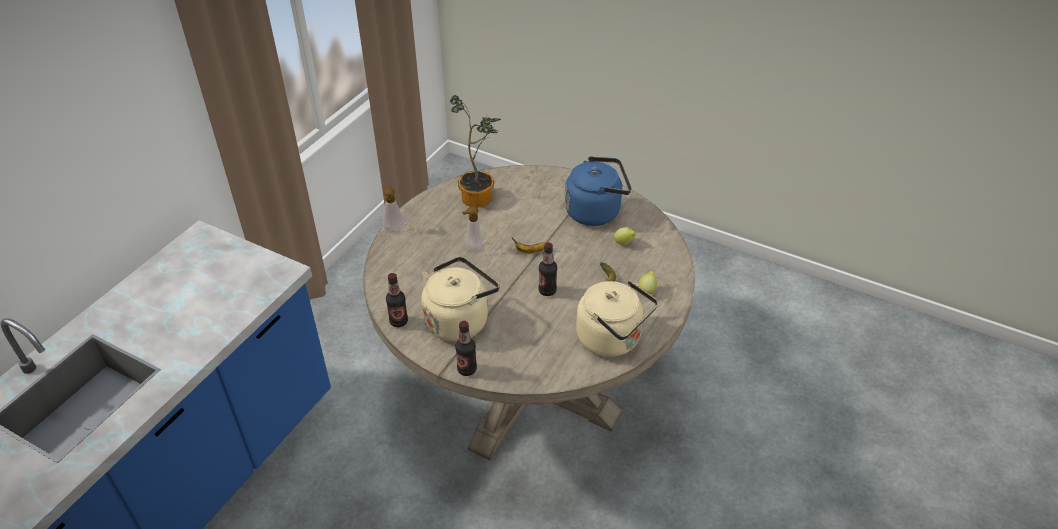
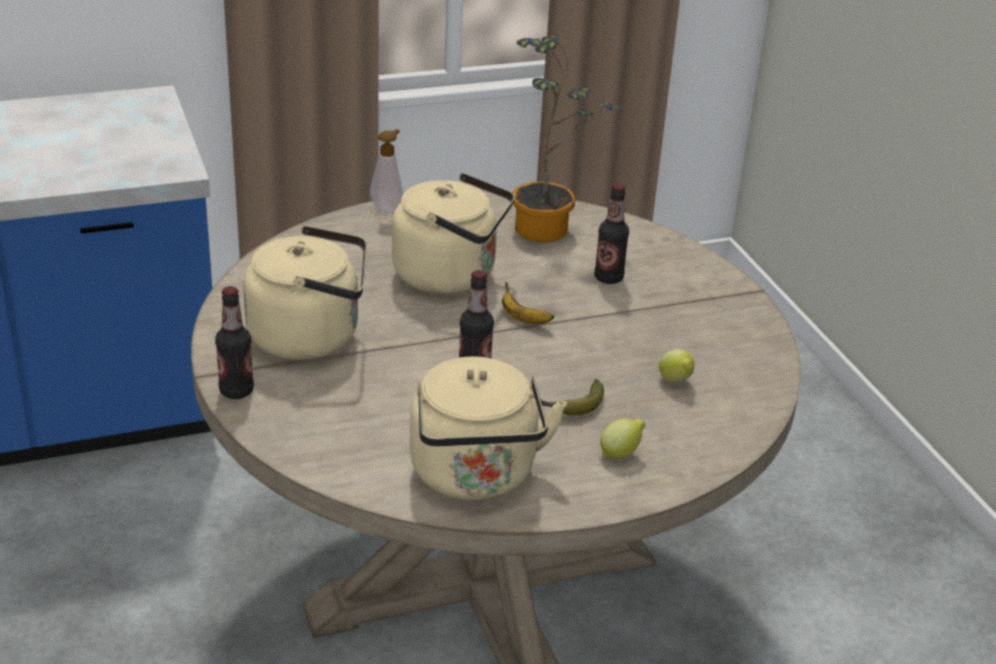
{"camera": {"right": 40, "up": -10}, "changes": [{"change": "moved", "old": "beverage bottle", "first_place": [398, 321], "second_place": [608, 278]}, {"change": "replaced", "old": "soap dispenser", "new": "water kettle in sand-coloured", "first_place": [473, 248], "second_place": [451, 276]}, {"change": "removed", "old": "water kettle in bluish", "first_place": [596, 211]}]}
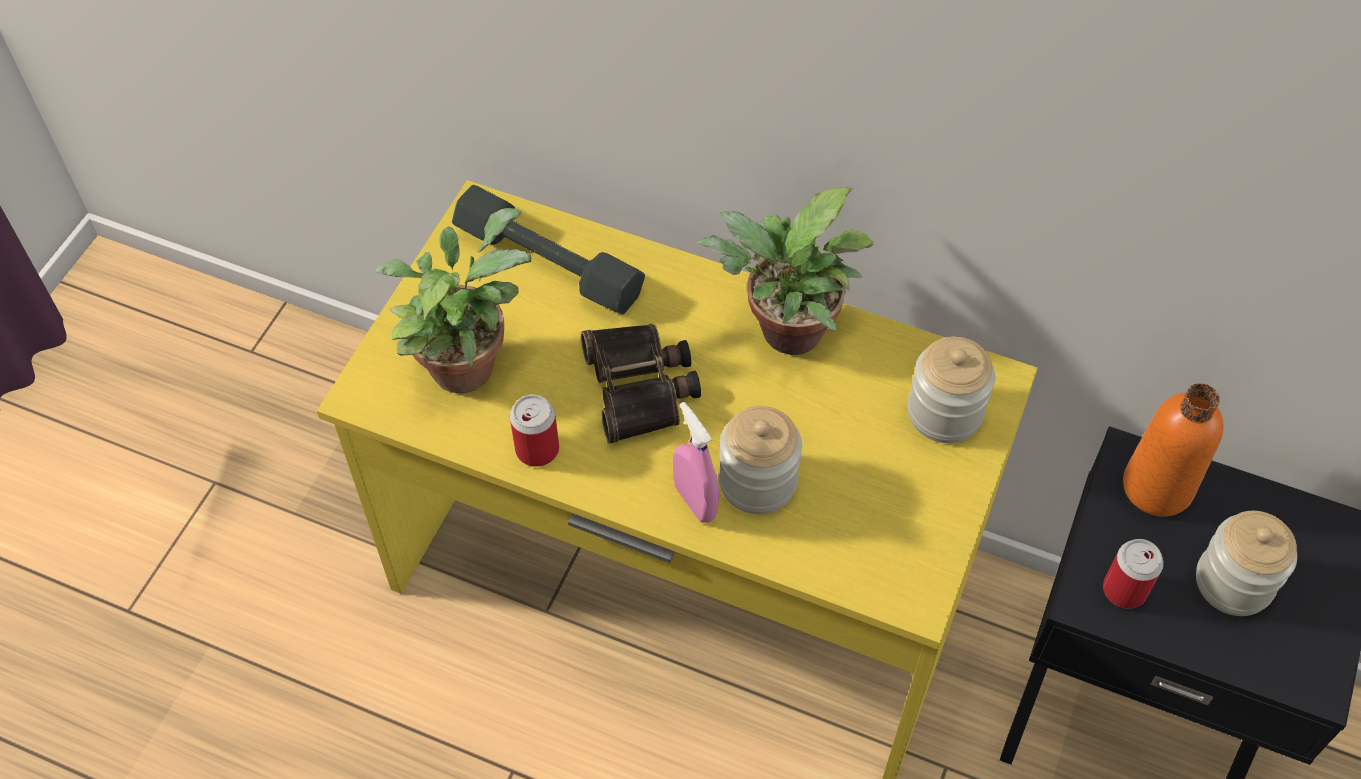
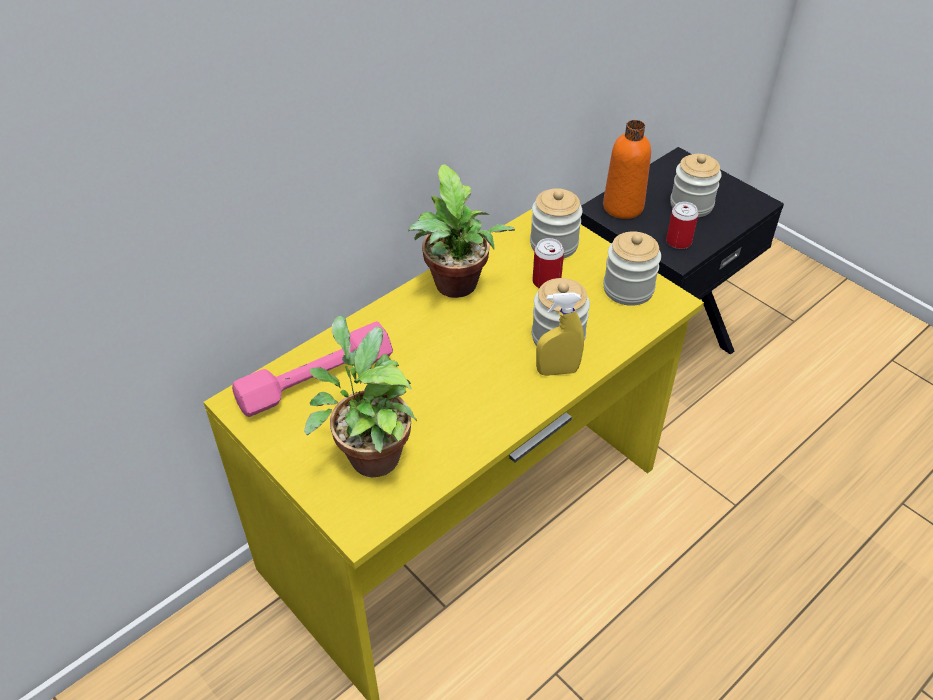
{"camera": {"right": -65, "up": -10}, "changes": [{"change": "recoloured", "old": "dumbbell in grey", "new": "dumbbell in pinkish", "first_place": [548, 263], "second_place": [316, 380]}, {"change": "moved", "old": "metal can", "first_place": [537, 449], "second_place": [546, 282]}, {"change": "removed", "old": "field glasses", "first_place": [641, 387]}, {"change": "recoloured", "old": "spray bottle in pinkish", "new": "spray bottle in yellowish", "first_place": [695, 501], "second_place": [557, 371]}, {"change": "added", "new": "preserve jar", "second_place": [628, 289]}]}
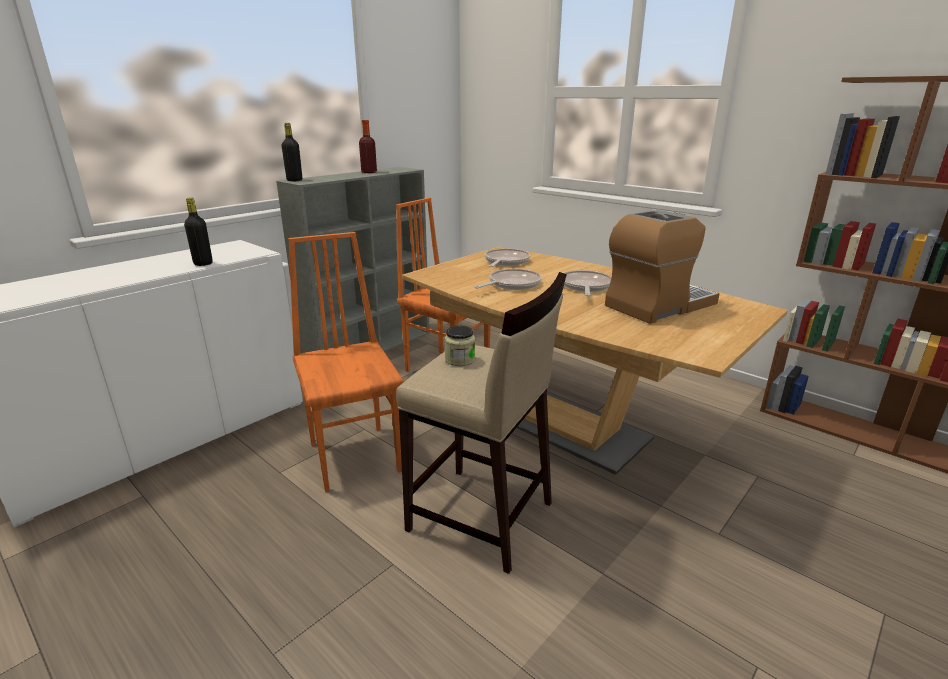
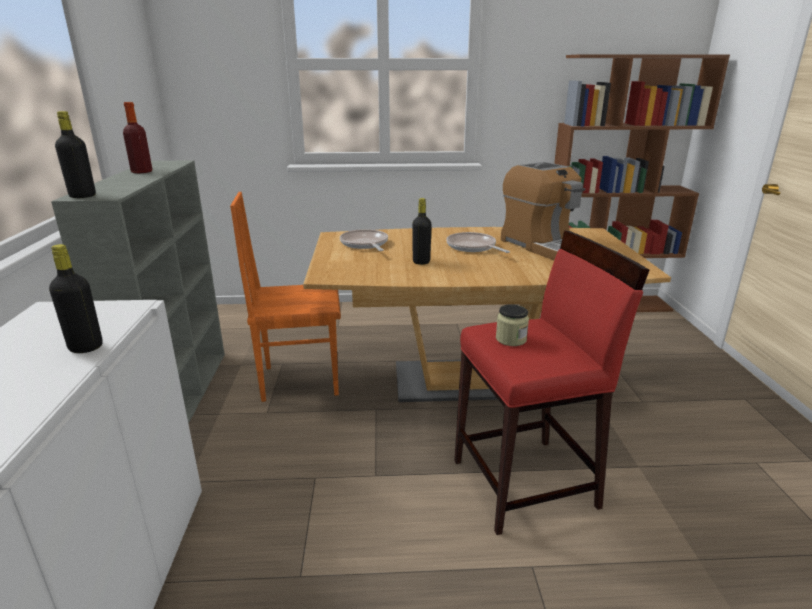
{"camera": {"right": -45, "up": 0}, "changes": [{"change": "removed", "old": "chair in orangey", "first_place": [356, 456]}, {"change": "recoloured", "old": "sitting stool in sand-coloured", "new": "sitting stool in red", "first_place": [481, 517], "second_place": [526, 484]}, {"change": "replaced", "old": "pan", "new": "beverage bottle in black", "first_place": [512, 284], "second_place": [421, 262]}, {"change": "turned", "old": "coffee maker", "first_place": [659, 305], "second_place": [545, 246], "degrees": 135}]}
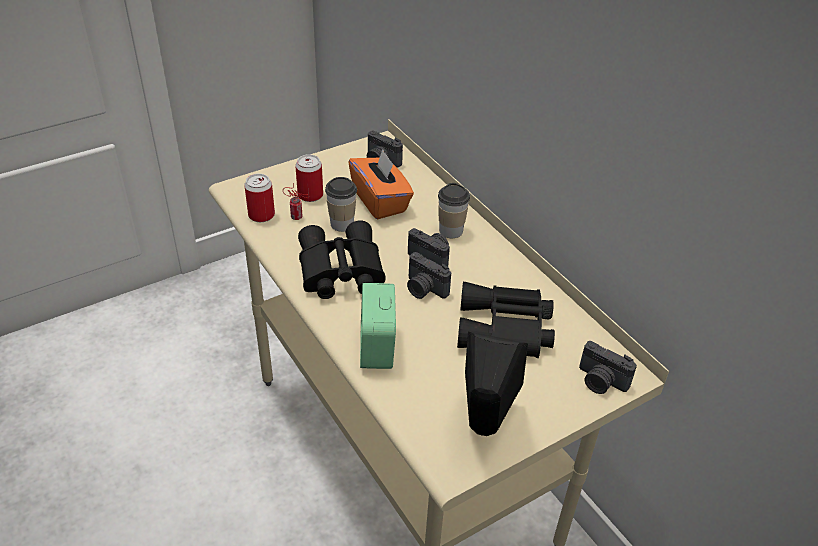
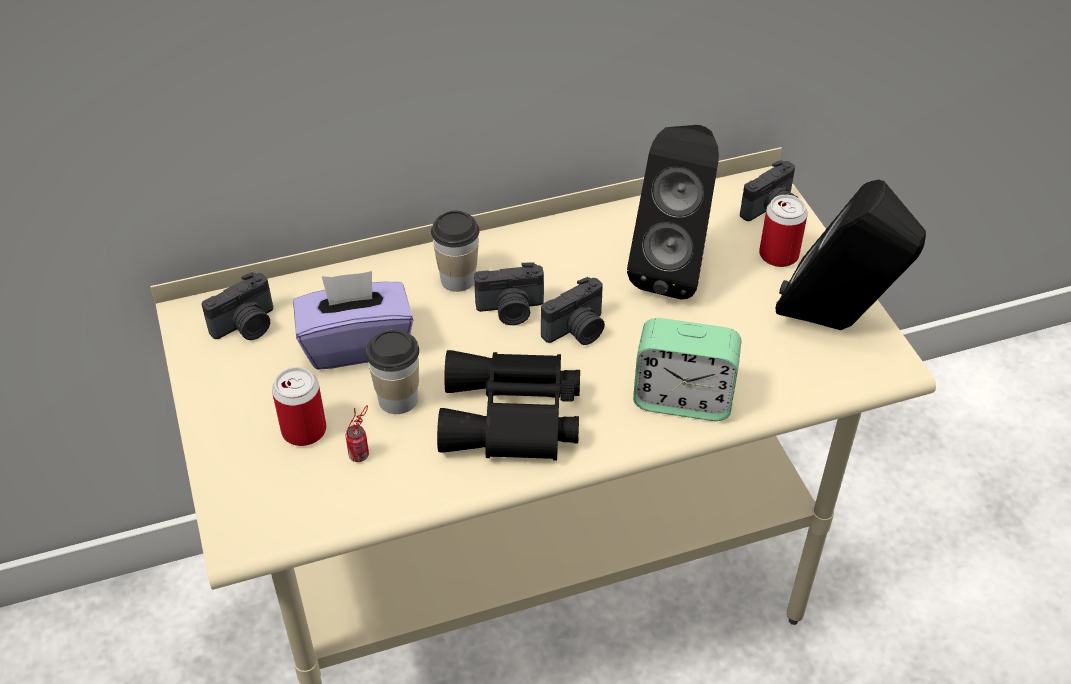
{"camera": {"right": -75, "up": 5}, "changes": [{"change": "moved", "old": "metal can", "first_place": [261, 215], "second_place": [778, 255]}, {"change": "recoloured", "old": "tissue holder in orangey", "new": "tissue holder in purplish", "first_place": [380, 201], "second_place": [356, 344]}, {"change": "turned", "old": "photo camera", "first_place": [431, 257], "second_place": [511, 310], "degrees": -150}, {"change": "replaced", "old": "field glasses in black", "new": "speaker in black", "first_place": [506, 330], "second_place": [673, 268]}]}
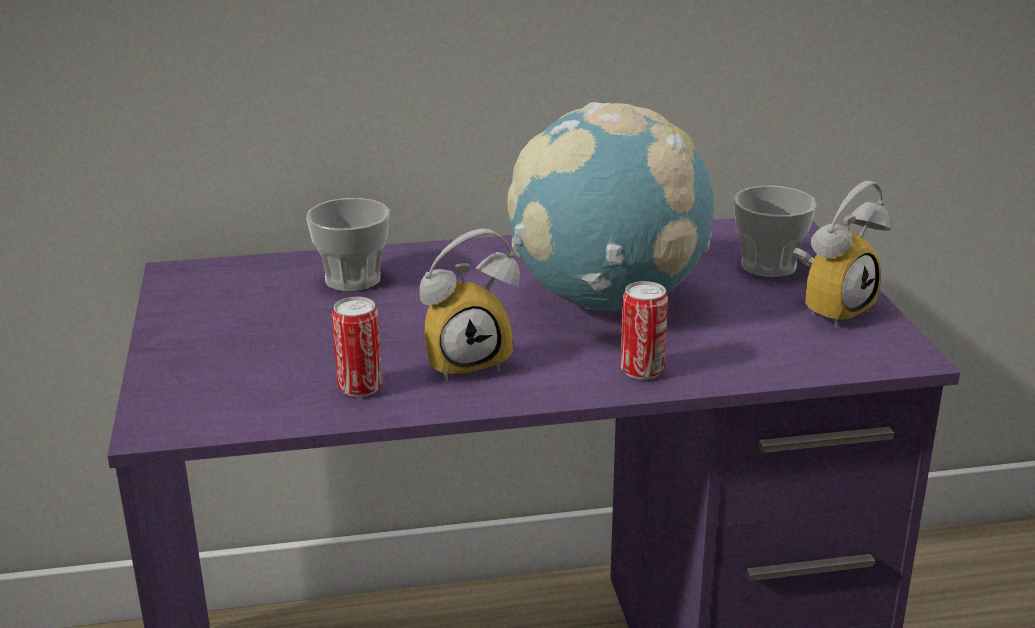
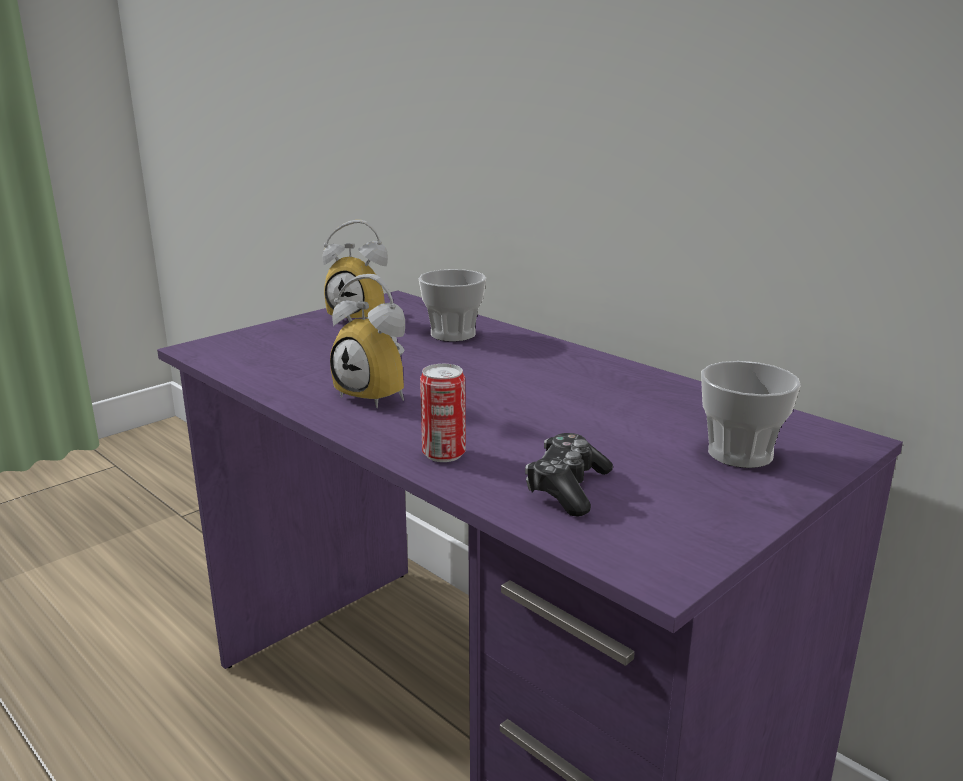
{"camera": {"right": 55, "up": -5}, "changes": [{"change": "removed", "old": "metal can", "first_place": [360, 388]}, {"change": "removed", "old": "globe", "first_place": [608, 300]}, {"change": "moved", "old": "table clock", "first_place": [831, 308], "second_place": [362, 317]}, {"change": "added", "new": "game controller", "second_place": [567, 488]}]}
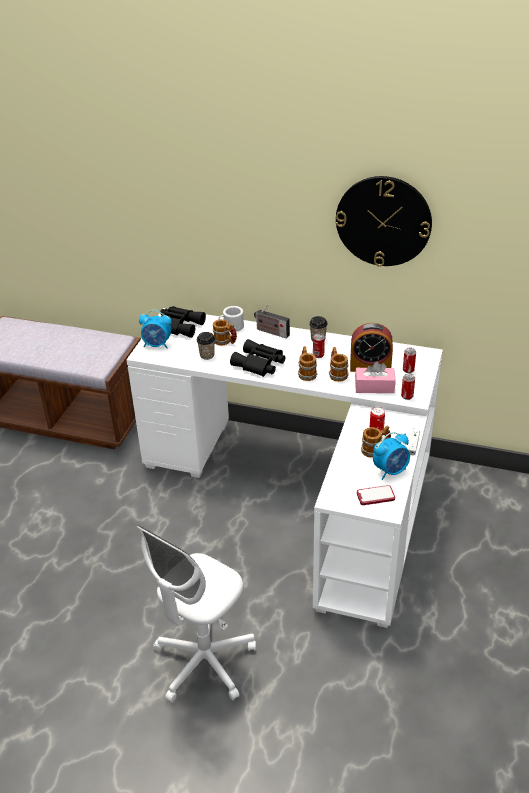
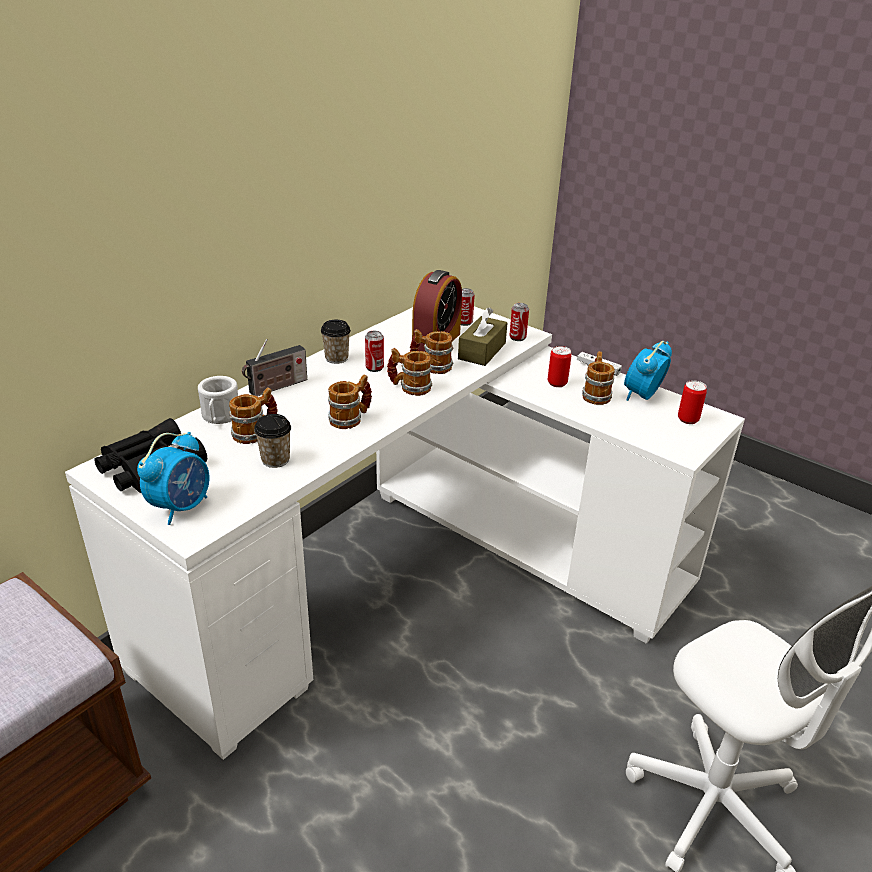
{"camera": {"right": -70, "up": -5}, "changes": [{"change": "replaced", "old": "field glasses in black", "new": "tea mug", "first_place": [259, 364], "second_place": [351, 418]}, {"change": "removed", "old": "hanging clock", "first_place": [383, 221]}, {"change": "recoloured", "old": "tissue holder in pinkish", "new": "tissue holder in brown", "first_place": [374, 387], "second_place": [482, 351]}, {"change": "replaced", "old": "phone", "new": "metal can", "first_place": [375, 496], "second_place": [688, 419]}, {"change": "turned", "old": "table clock", "first_place": [391, 471], "second_place": [642, 396], "degrees": -135}]}
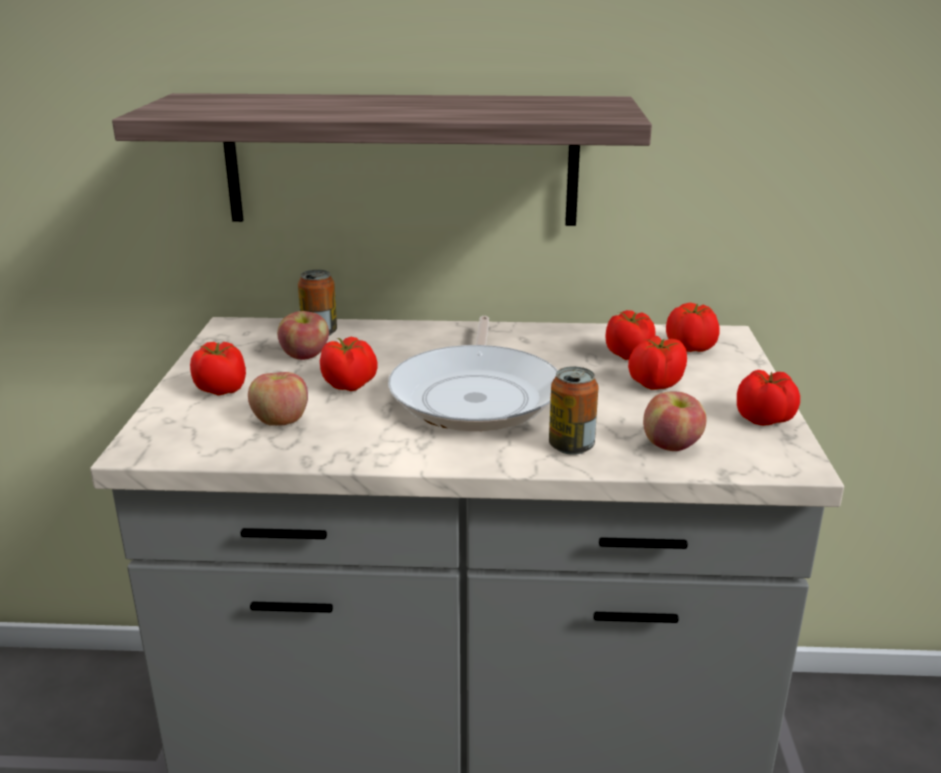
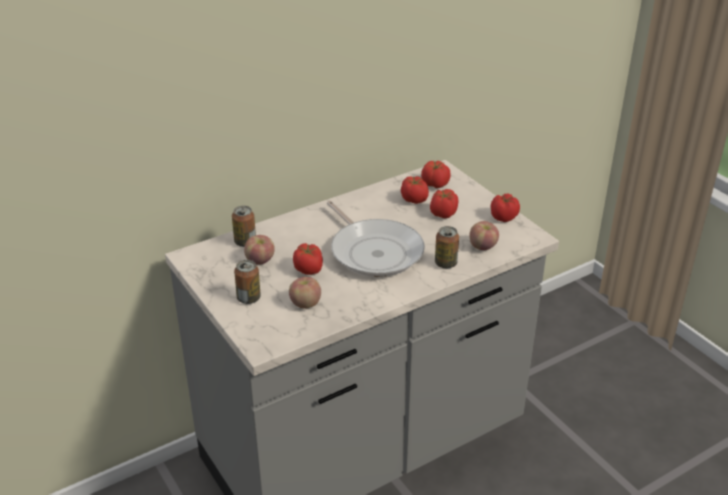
{"camera": {"right": -35, "up": 10}, "changes": [{"change": "removed", "old": "shelf", "first_place": [401, 160]}, {"change": "replaced", "old": "tomato", "new": "metal can", "first_place": [222, 389], "second_place": [249, 298]}]}
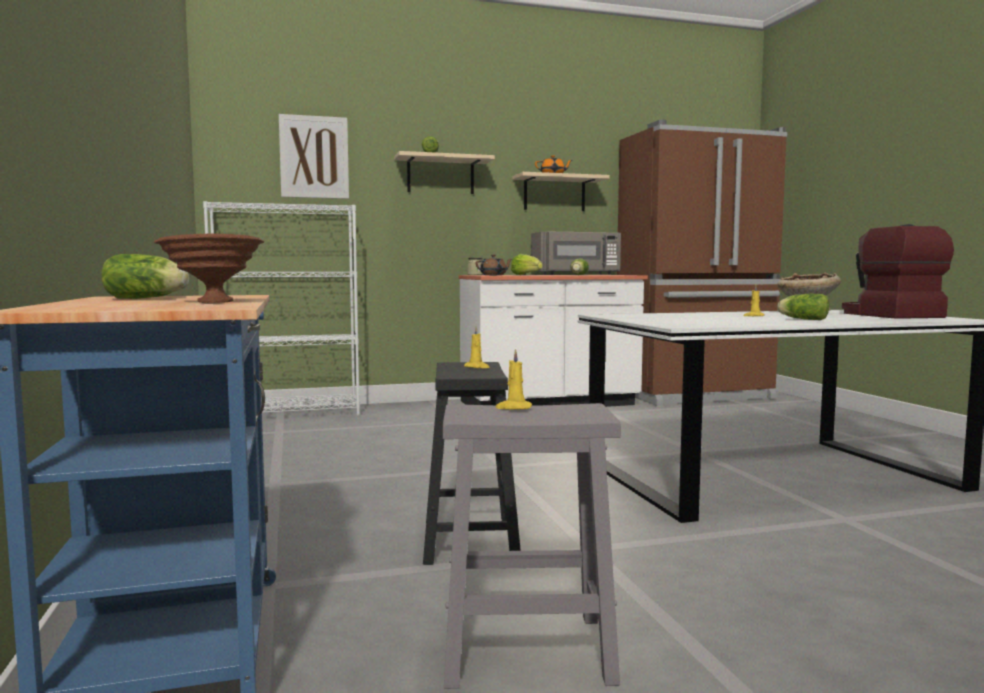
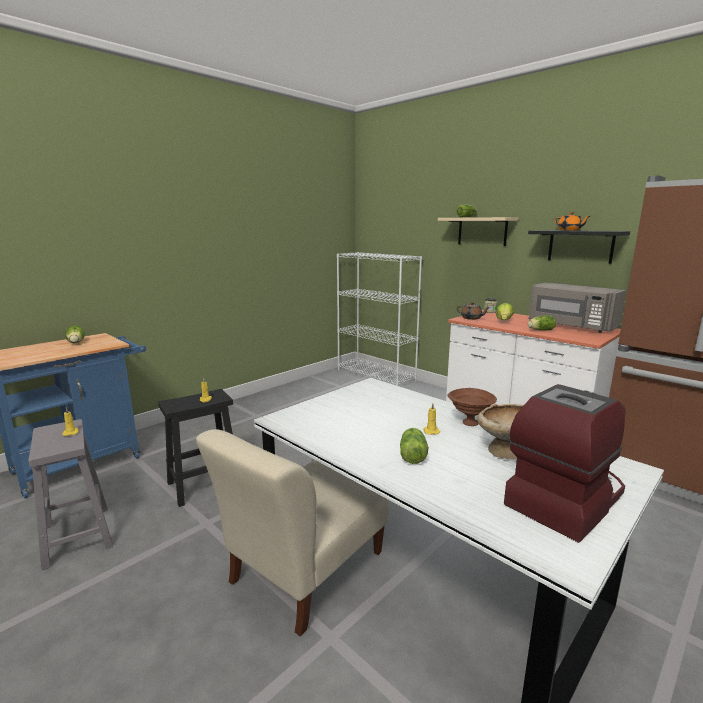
{"camera": {"right": 60, "up": 10}, "changes": [{"change": "moved", "old": "serving bowl in brown", "first_place": [212, 302], "second_place": [469, 422]}, {"change": "removed", "old": "picture", "first_place": [314, 157]}, {"change": "recoloured", "old": "shelf in sand-coloured", "new": "shelf in black", "first_place": [554, 194], "second_place": [580, 246]}, {"change": "added", "new": "chair in sand-coloured", "second_place": [303, 571]}]}
